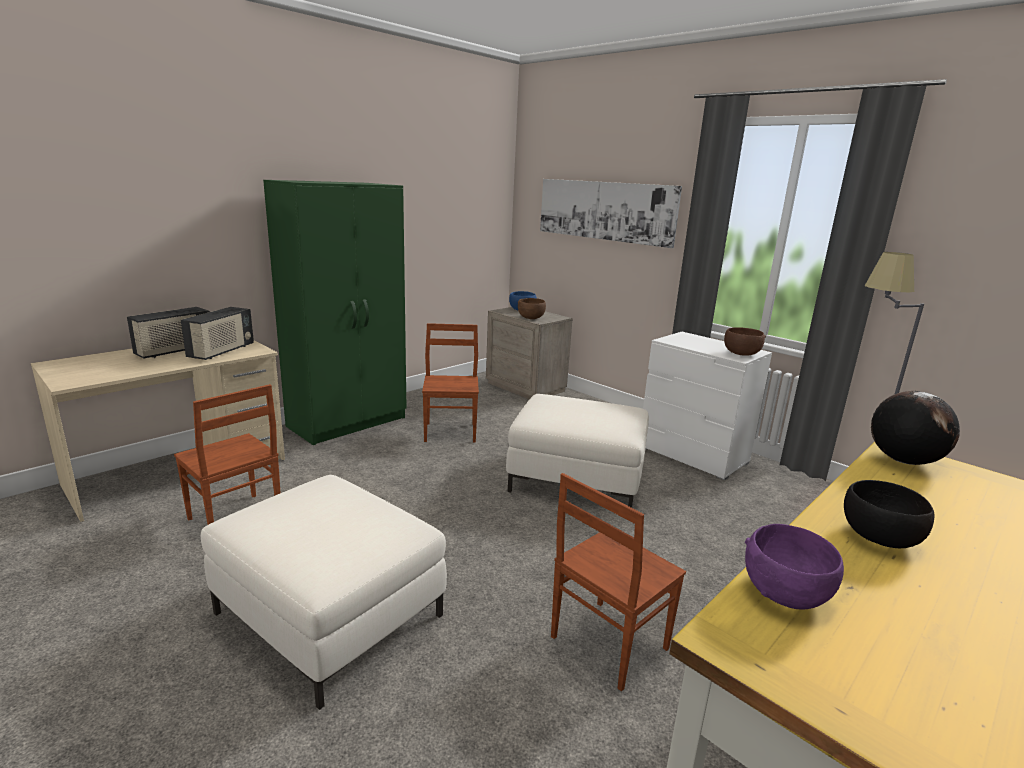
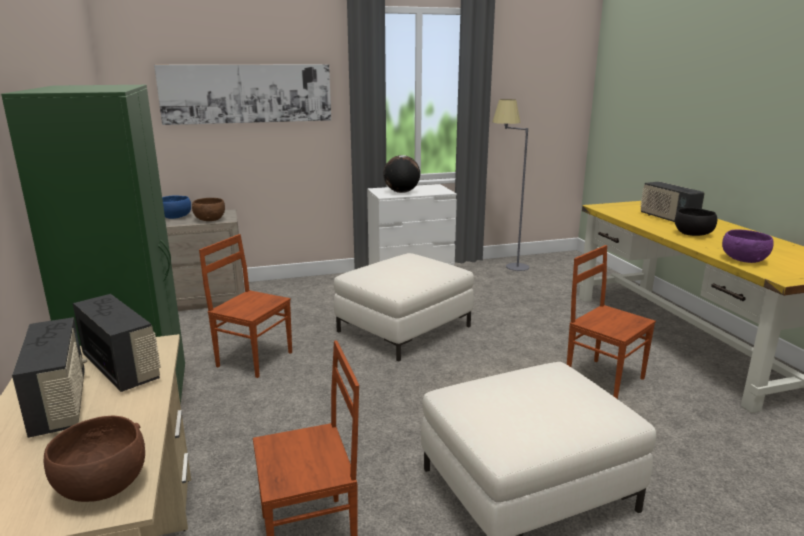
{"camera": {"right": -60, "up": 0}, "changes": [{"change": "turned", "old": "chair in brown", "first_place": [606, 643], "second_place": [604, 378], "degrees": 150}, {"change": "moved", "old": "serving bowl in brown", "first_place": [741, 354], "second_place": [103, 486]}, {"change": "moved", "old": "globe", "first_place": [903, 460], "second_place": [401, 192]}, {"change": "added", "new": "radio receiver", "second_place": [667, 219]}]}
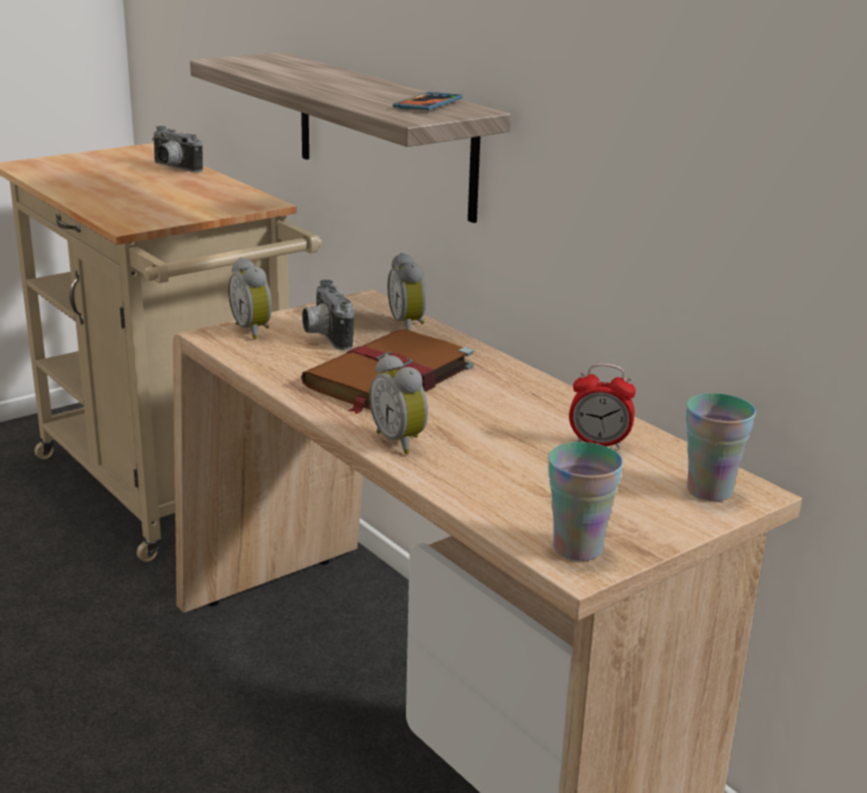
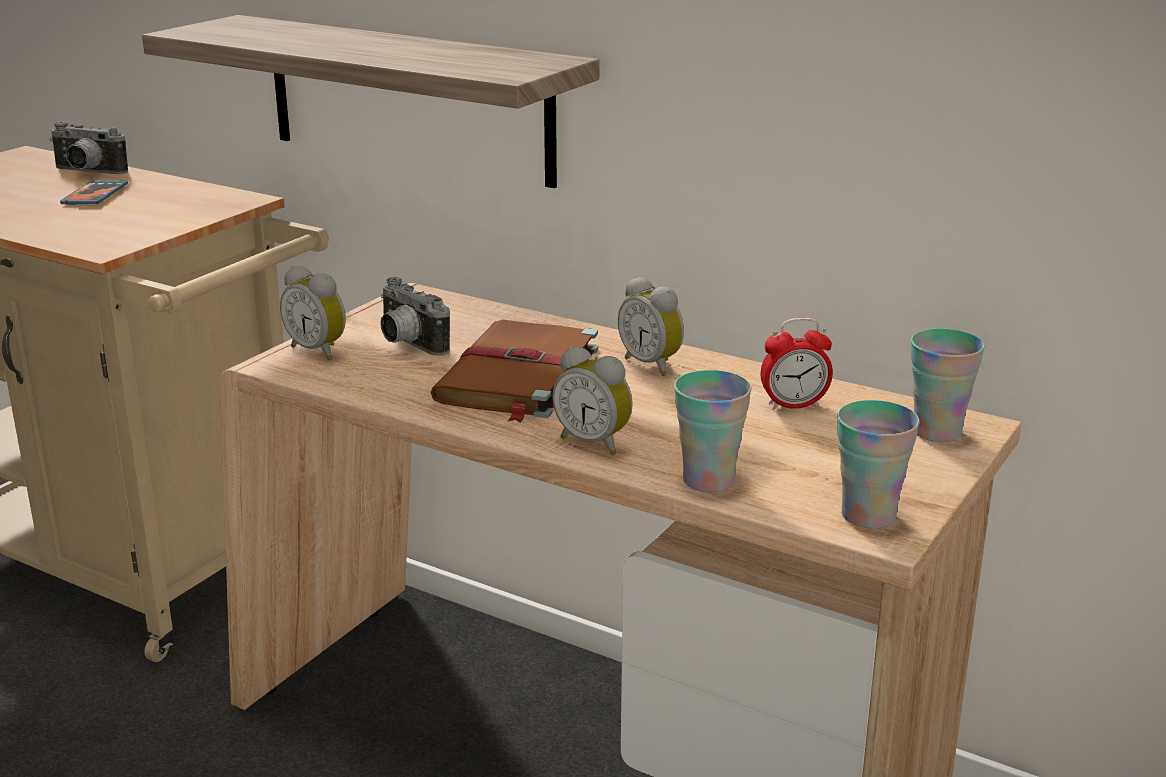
{"camera": {"right": -20, "up": 0}, "changes": [{"change": "moved", "old": "table clock", "first_place": [409, 325], "second_place": [653, 365]}, {"change": "moved", "old": "phone", "first_place": [428, 105], "second_place": [95, 195]}, {"change": "added", "new": "drinking cup", "second_place": [708, 481]}]}
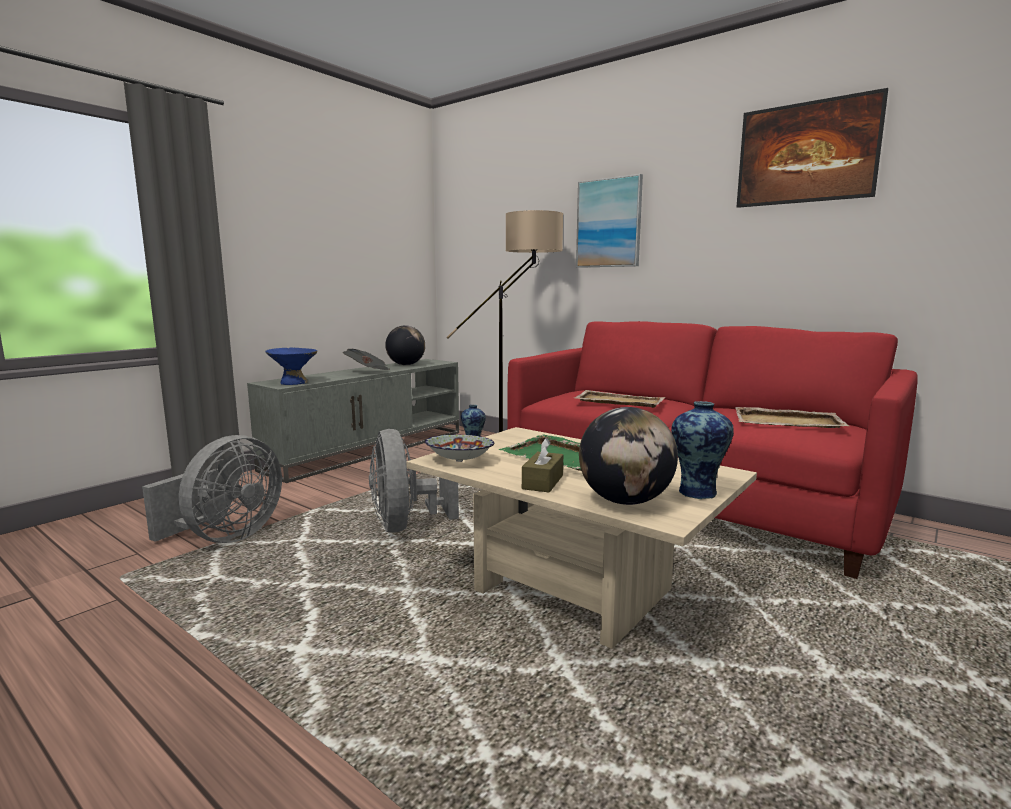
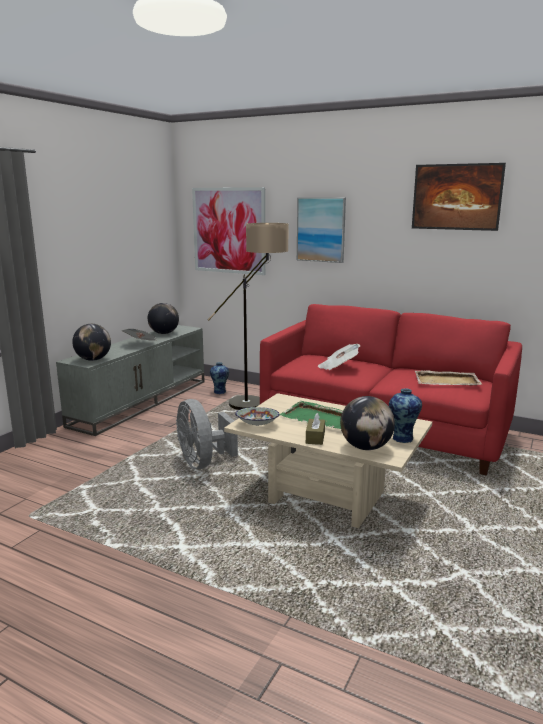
{"camera": {"right": -10, "up": 5}, "changes": [{"change": "removed", "old": "fan in grey", "first_place": [226, 537]}, {"change": "replaced", "old": "serving bowl in bluish", "new": "globe", "first_place": [294, 382], "second_place": [93, 359]}, {"change": "replaced", "old": "tray in sand-coloured", "new": "newspaper", "first_place": [618, 401], "second_place": [338, 367]}, {"change": "added", "new": "picture", "second_place": [228, 230]}]}
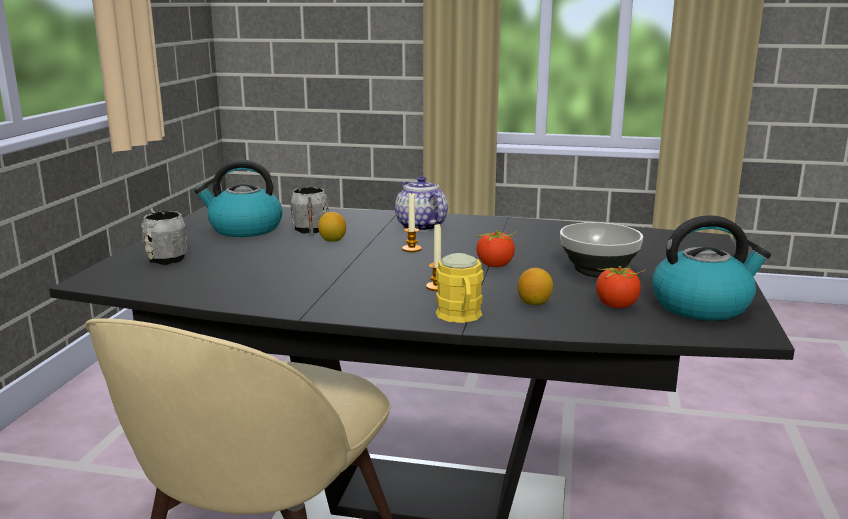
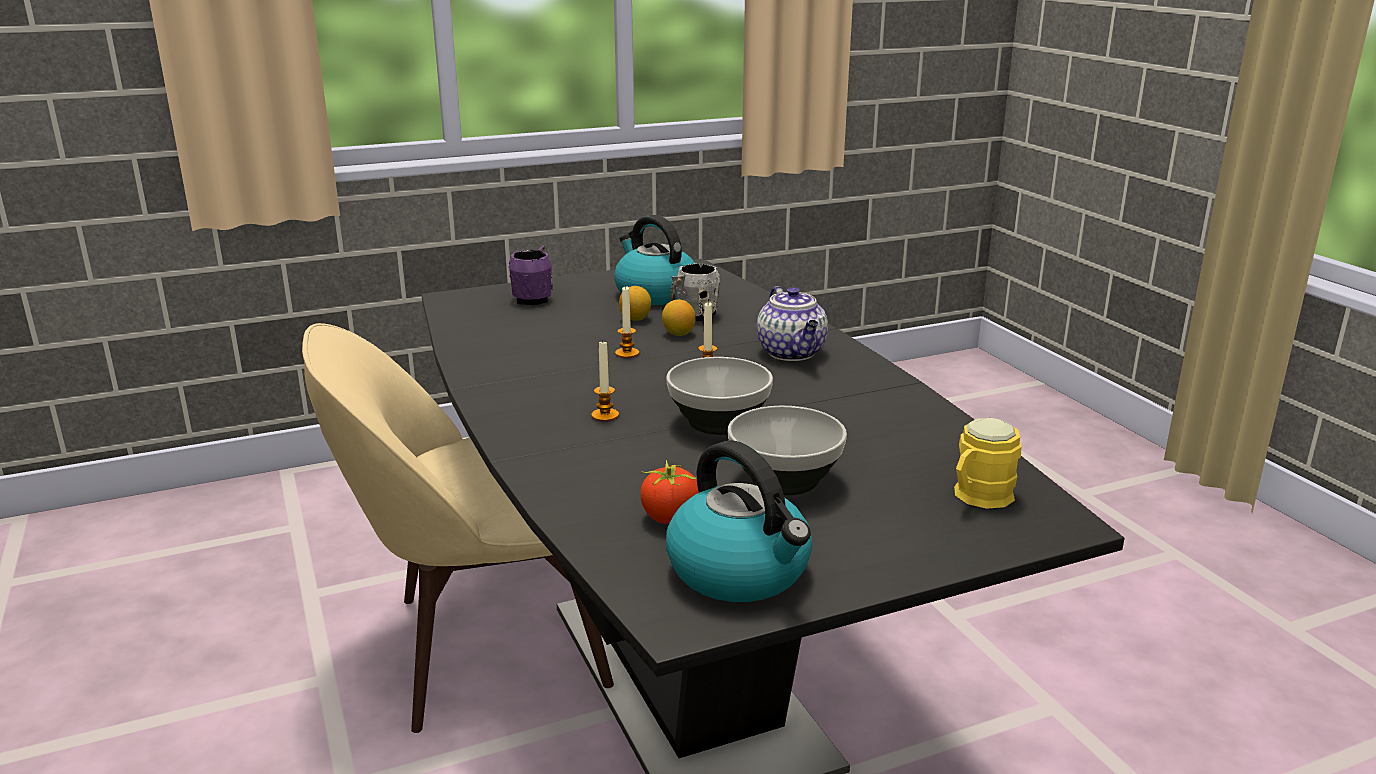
{"camera": {"right": 55, "up": 5}, "changes": [{"change": "recoloured", "old": "tea mug in grey", "new": "tea mug in purplish", "first_place": [165, 257], "second_place": [535, 298]}, {"change": "turned", "old": "teapot", "first_place": [420, 227], "second_place": [792, 353], "degrees": 135}, {"change": "moved", "old": "tea mug in yellowish", "first_place": [460, 317], "second_place": [977, 497]}, {"change": "replaced", "old": "tomato", "new": "serving bowl", "first_place": [495, 265], "second_place": [717, 423]}, {"change": "moved", "old": "lemon", "first_place": [534, 303], "second_place": [635, 319]}, {"change": "added", "new": "wax light", "second_place": [627, 353]}]}
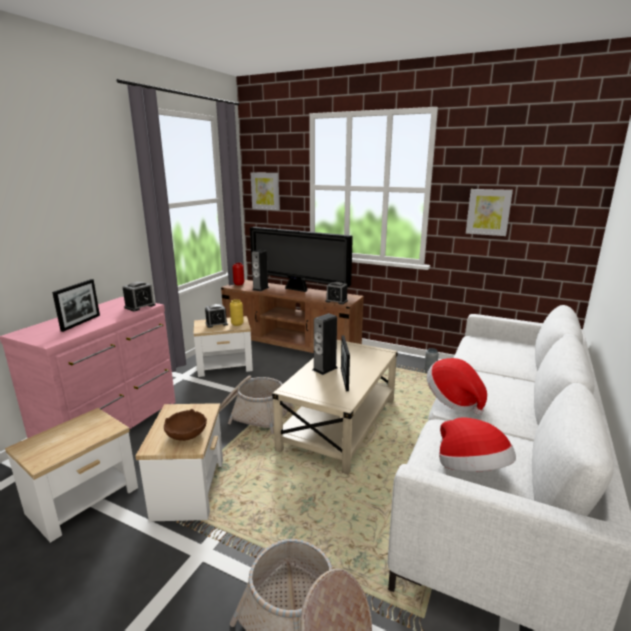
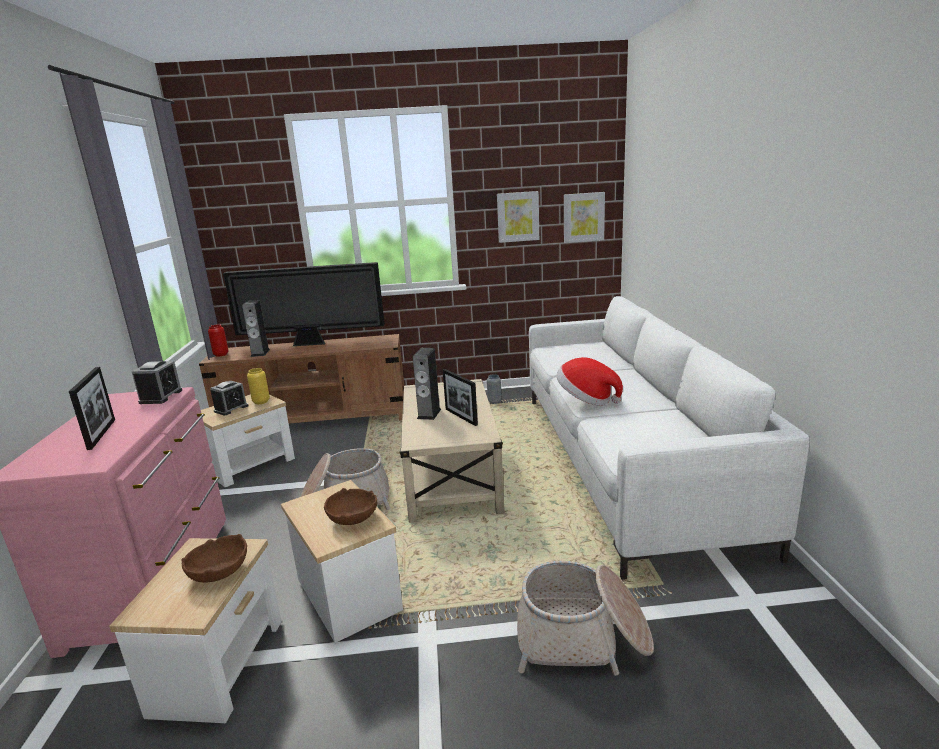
{"camera": {"right": -30, "up": 0}, "changes": [{"change": "moved", "old": "picture", "first_place": [265, 191], "second_place": [583, 217]}, {"change": "removed", "old": "table clock", "first_place": [336, 301]}, {"change": "removed", "old": "clothing hat", "first_place": [471, 470]}, {"change": "added", "new": "serving bowl in brown", "second_place": [218, 572]}]}
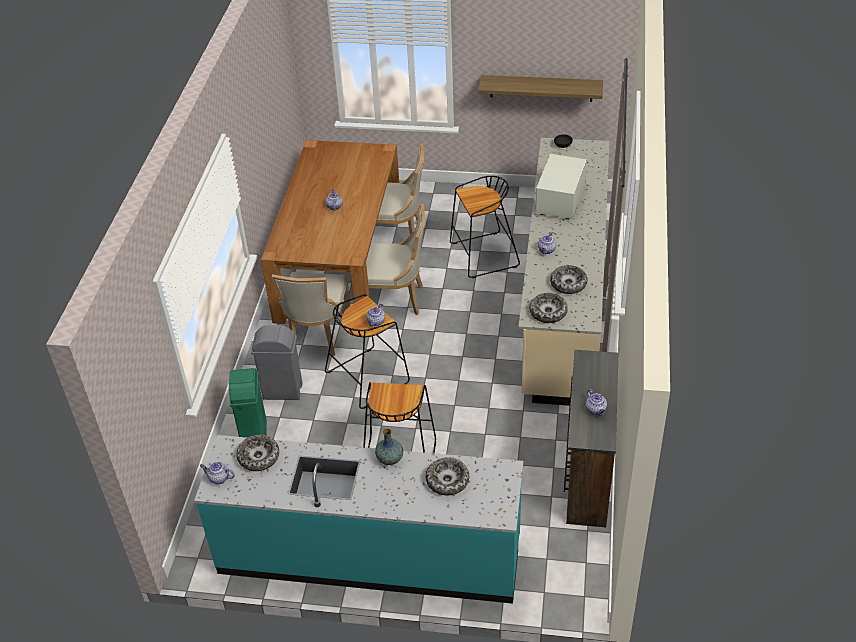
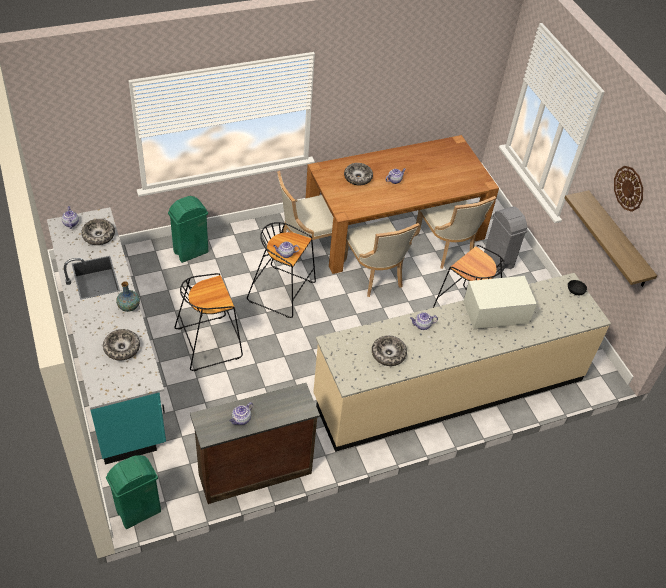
{"camera": {"right": 55, "up": 5}, "changes": [{"change": "moved", "old": "rubbish bin in grey", "first_place": [283, 392], "second_place": [498, 261]}, {"change": "moved", "old": "serving bowl", "first_place": [548, 312], "second_place": [358, 177]}, {"change": "added", "new": "rubbish bin in green-coloured", "second_place": [138, 511]}, {"change": "added", "new": "hanging clock", "second_place": [629, 188]}]}
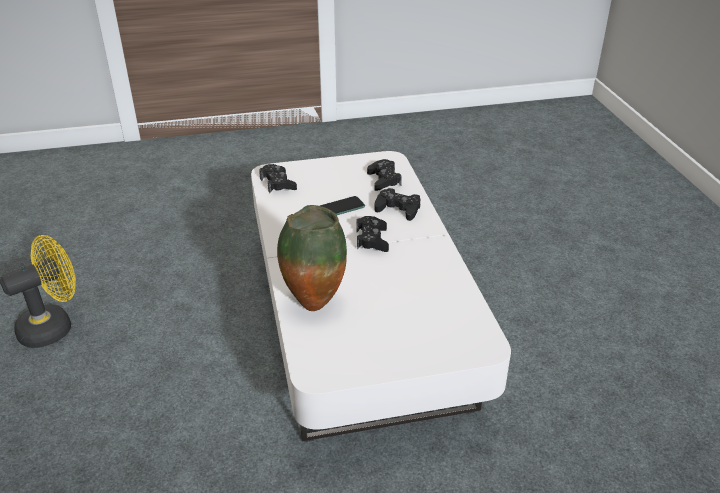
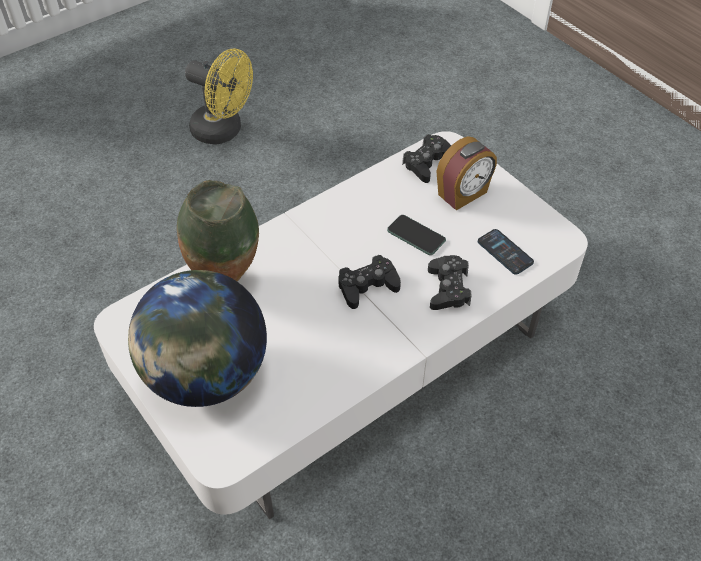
{"camera": {"right": 65, "up": 15}, "changes": [{"change": "replaced", "old": "game controller in black", "new": "phone", "first_place": [384, 180], "second_place": [505, 252]}, {"change": "added", "new": "globe", "second_place": [206, 375]}, {"change": "added", "new": "table clock", "second_place": [463, 194]}]}
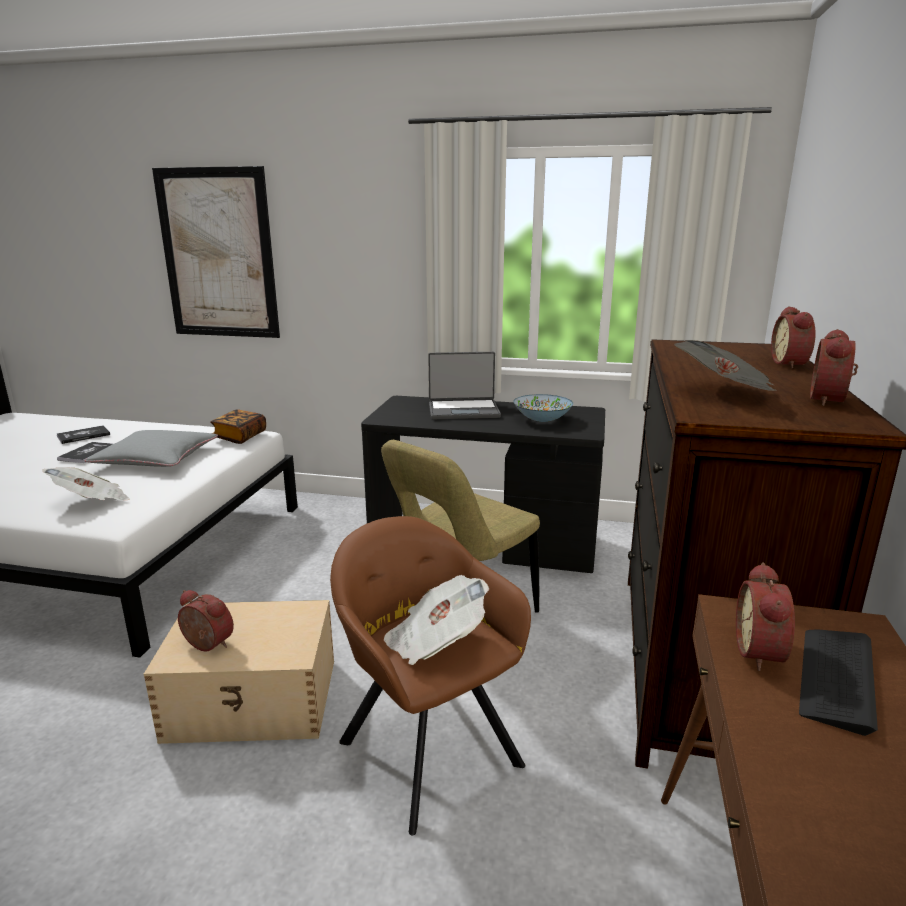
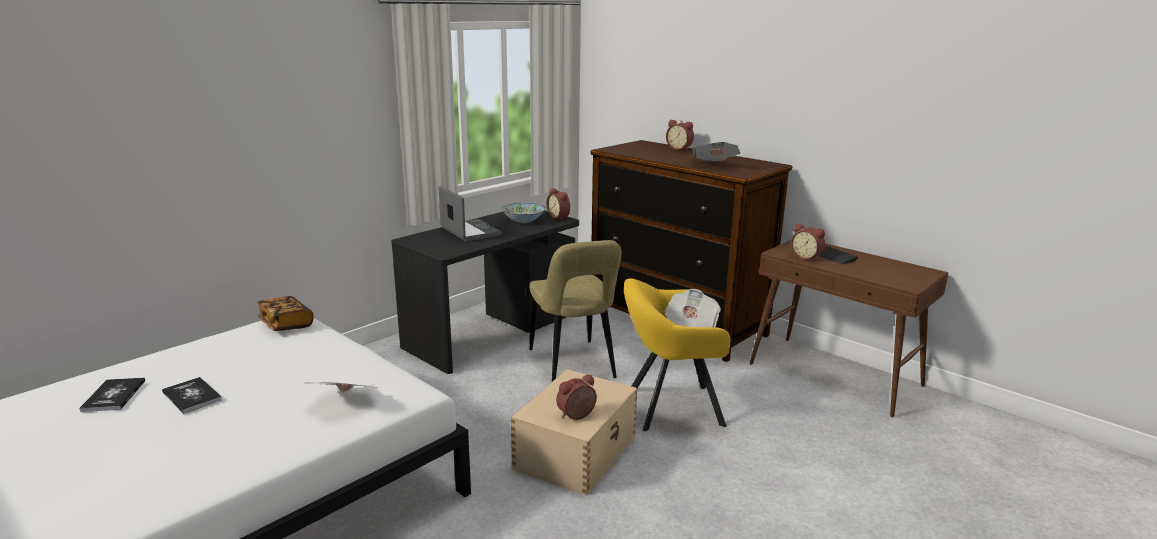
{"camera": {"right": -60, "up": 0}, "changes": [{"change": "removed", "old": "cushion in grey", "first_place": [156, 458]}, {"change": "removed", "old": "picture", "first_place": [218, 254]}, {"change": "recoloured", "old": "armchair in brown", "new": "armchair in yellowish", "first_place": [427, 745], "second_place": [669, 406]}, {"change": "turned", "old": "portable computer", "first_place": [463, 410], "second_place": [469, 232], "degrees": -60}, {"change": "moved", "old": "table clock", "first_place": [830, 400], "second_place": [559, 217]}]}
